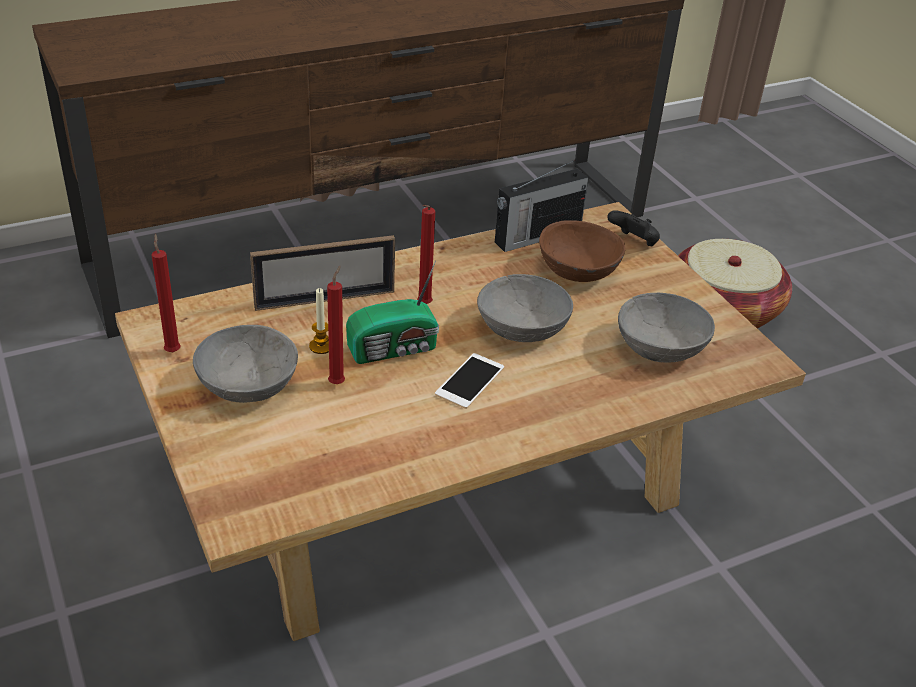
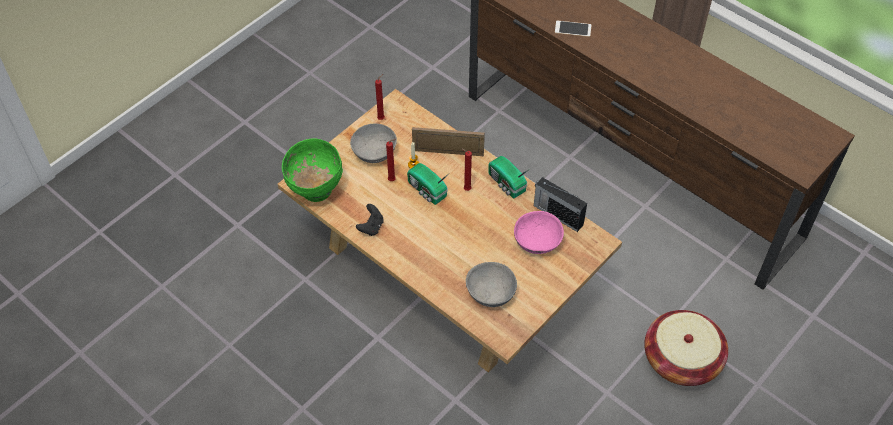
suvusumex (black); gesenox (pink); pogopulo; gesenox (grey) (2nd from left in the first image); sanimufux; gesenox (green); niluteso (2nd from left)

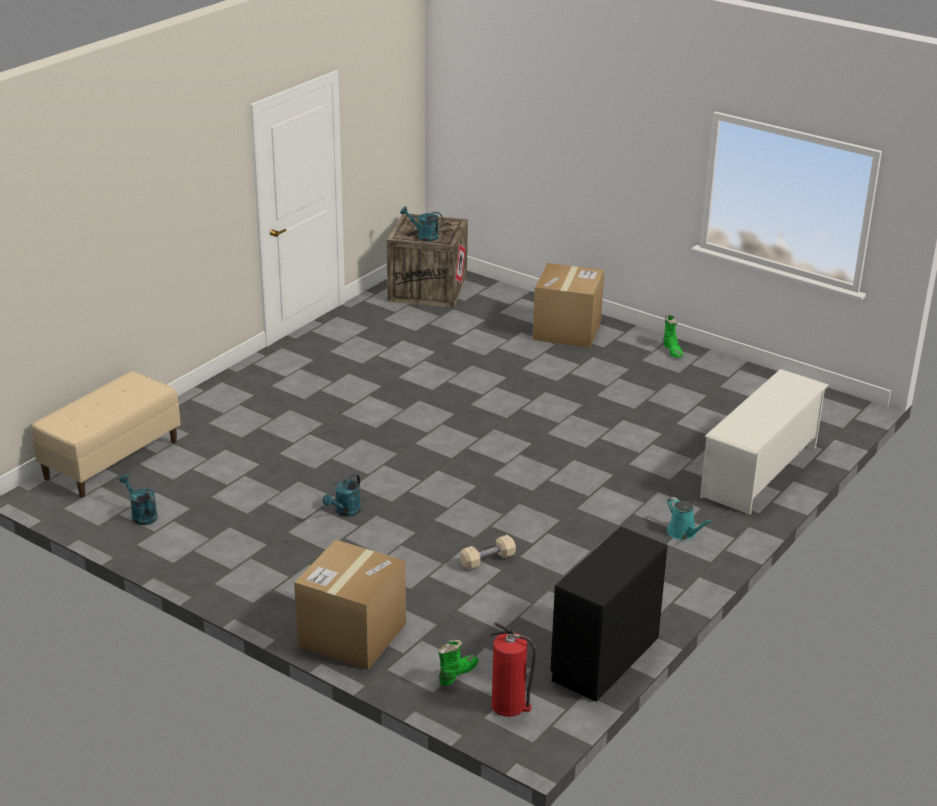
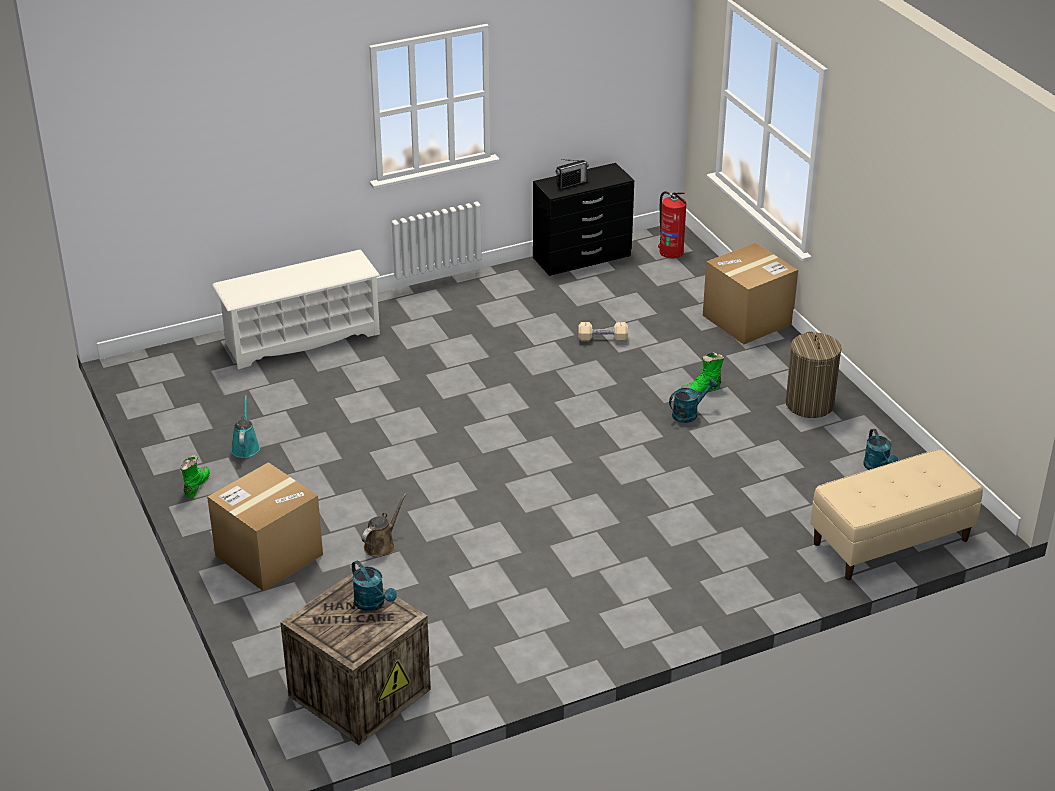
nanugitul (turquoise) (1st from left); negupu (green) (2nd from left); niluteso; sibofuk; nanugitul (brown)

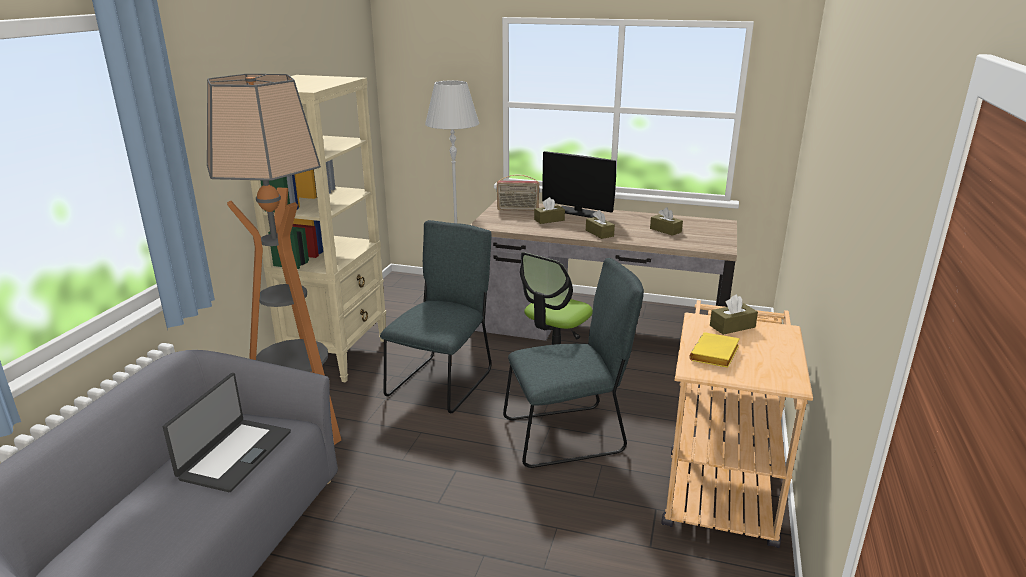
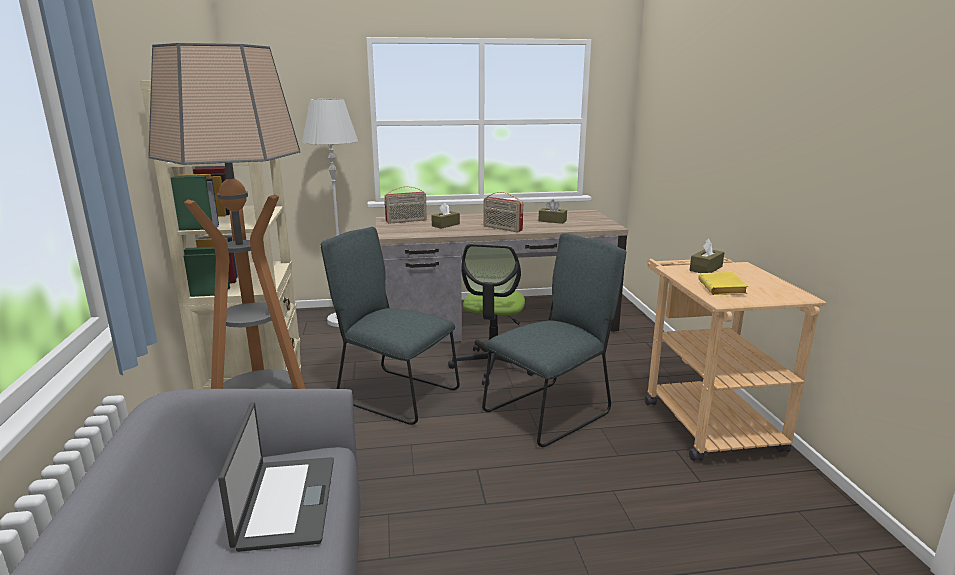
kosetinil; niluteso (2nd from left); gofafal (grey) (1st from left)

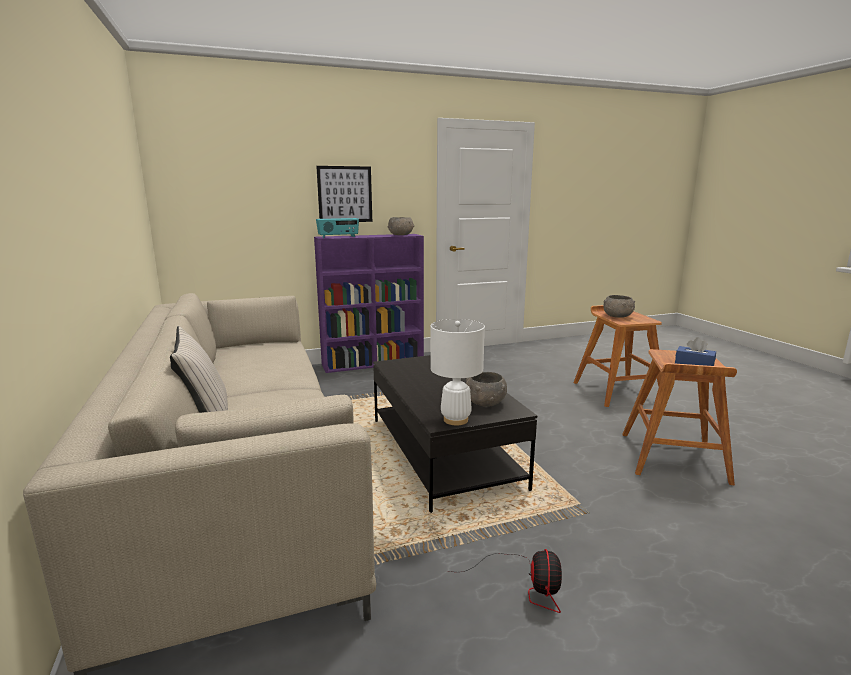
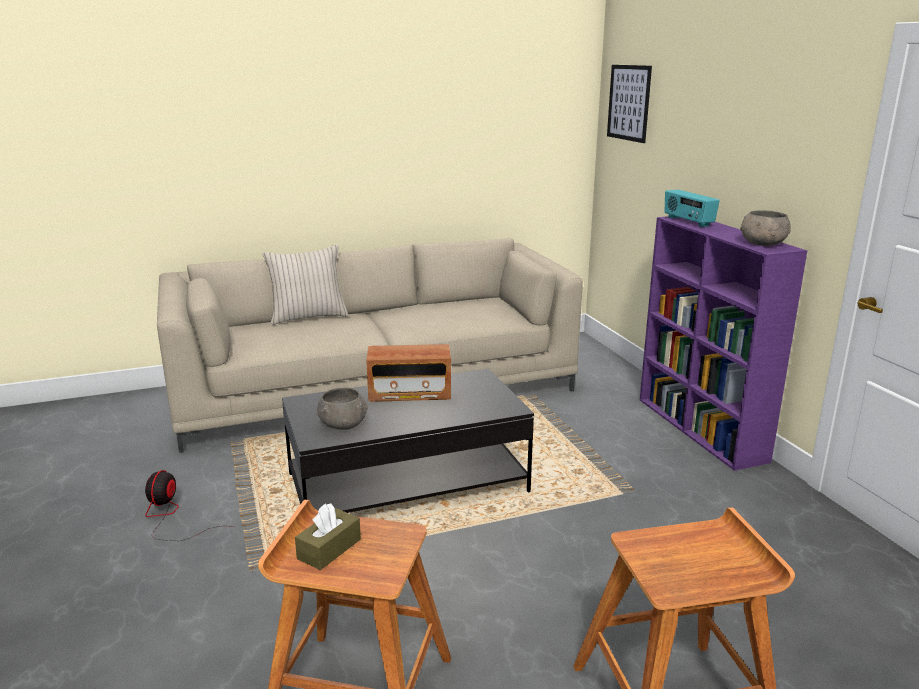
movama; gesenox (grey) (3rd from left in the first image); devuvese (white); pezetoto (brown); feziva; niluteso (1st from left)

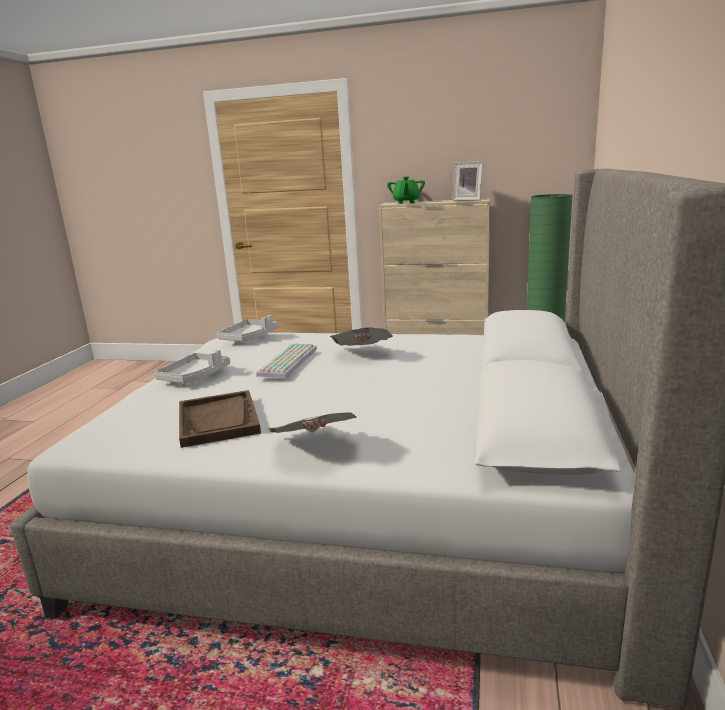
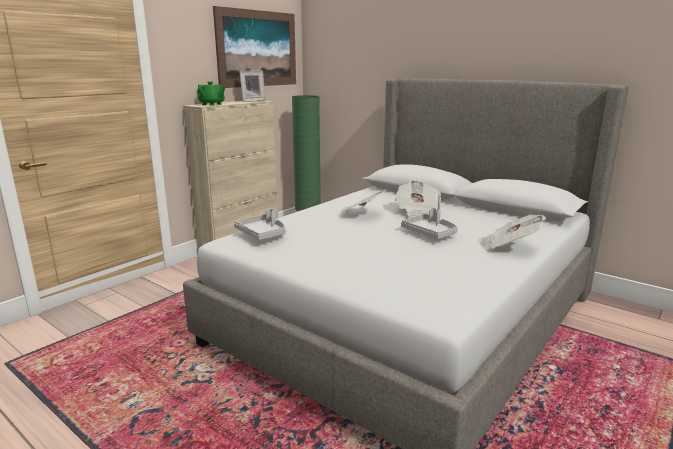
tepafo; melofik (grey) (2nd from left); melofik (brown); movama; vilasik (2nd from left)

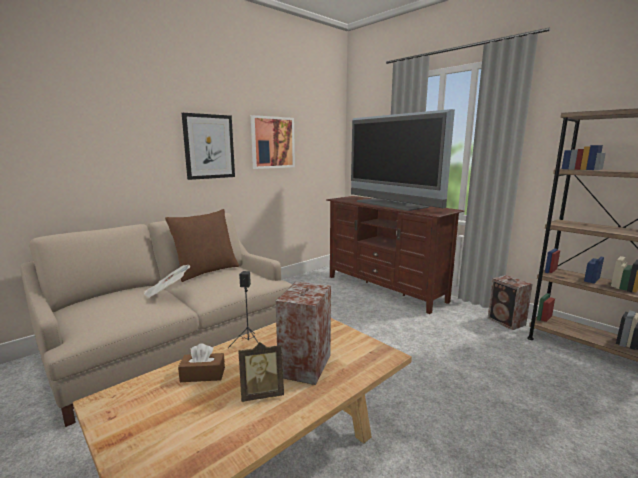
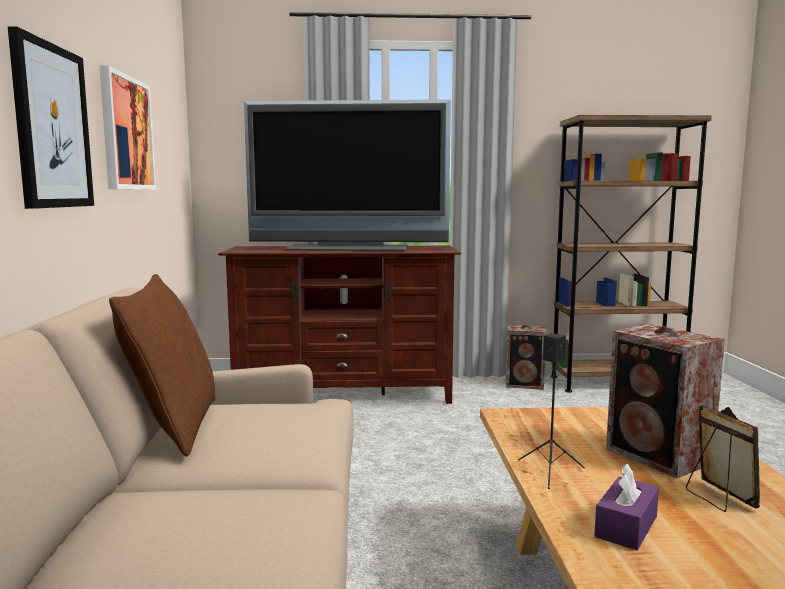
vilasik; pogopulo; pezetoto (purple)

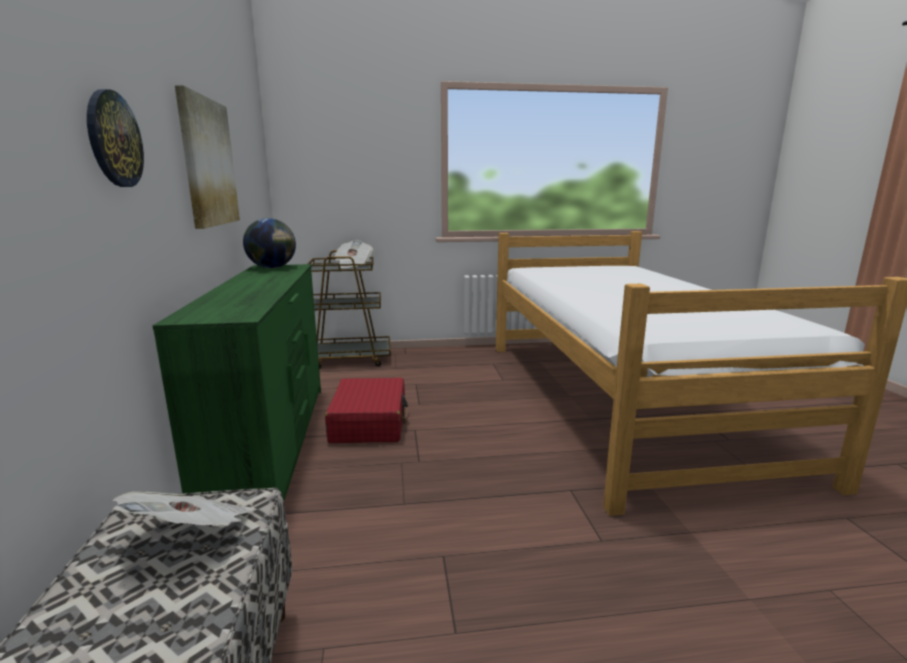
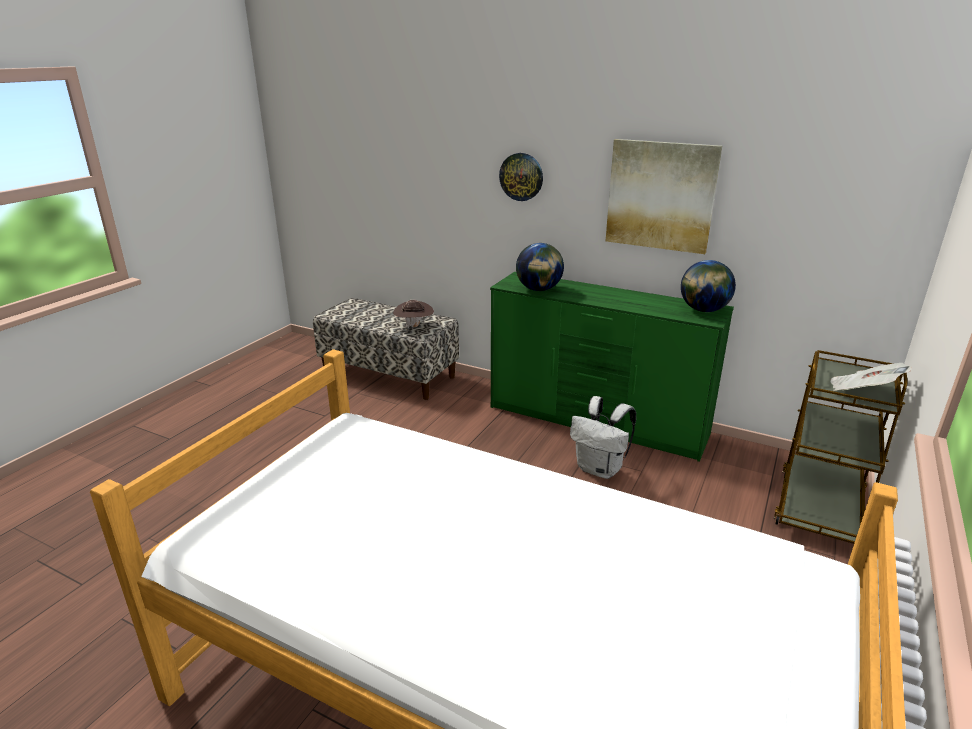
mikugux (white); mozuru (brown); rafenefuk (1st from left)

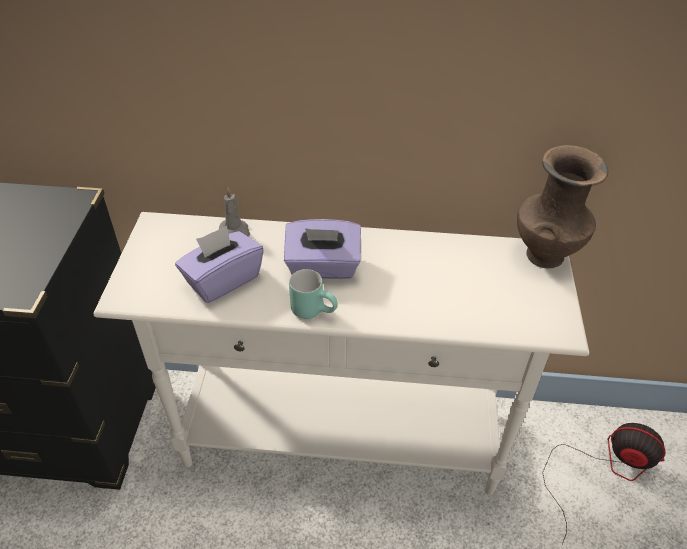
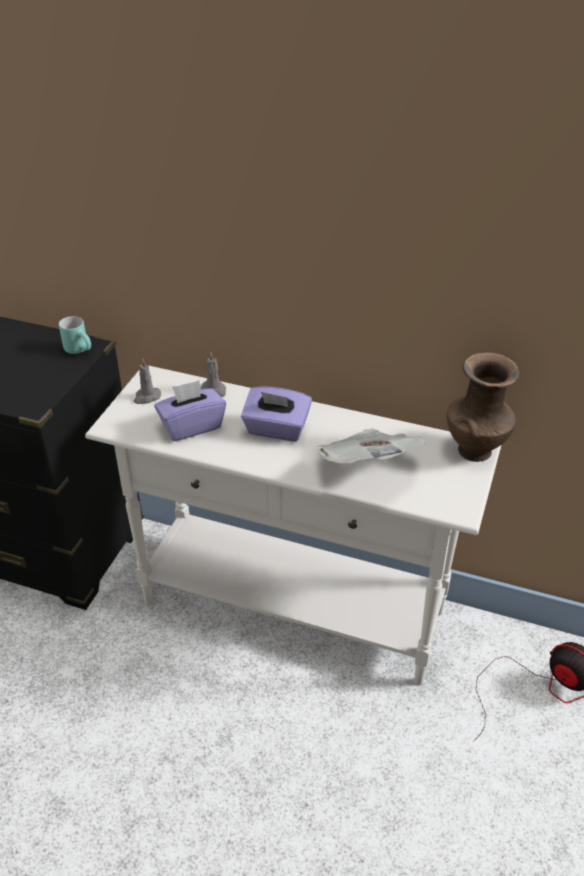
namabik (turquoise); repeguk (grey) (1st from left); vilasik

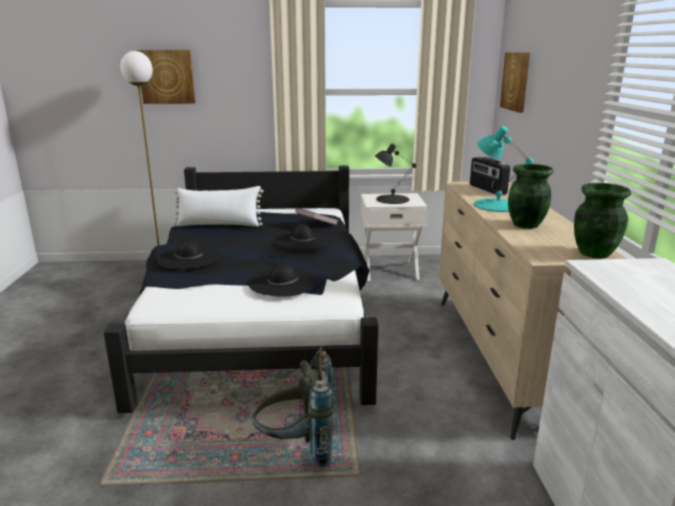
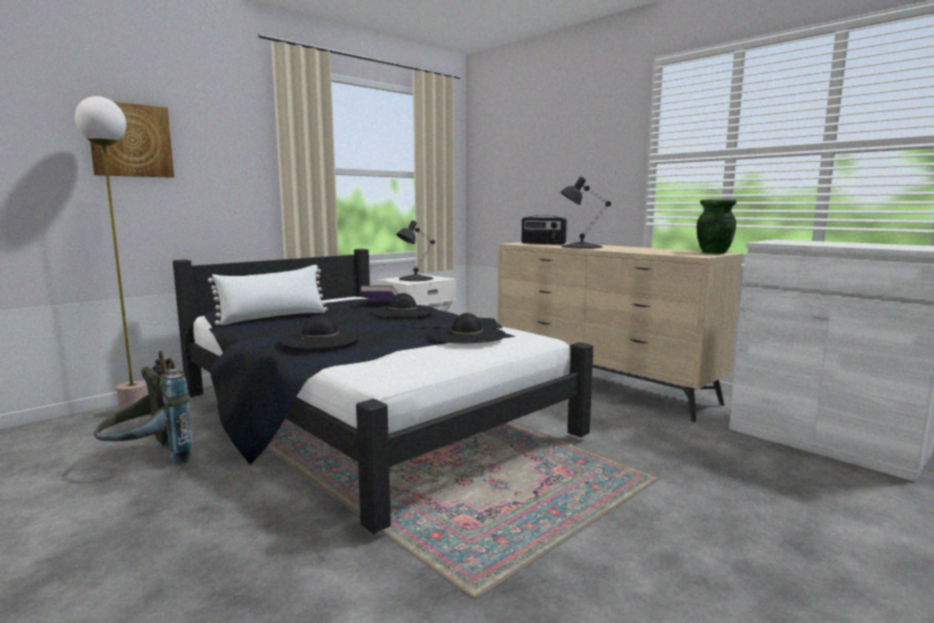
movama (2nd from left in the first image); devuvese (black) (2nd from left); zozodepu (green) (1st from left in the first image); mikugux (grey)

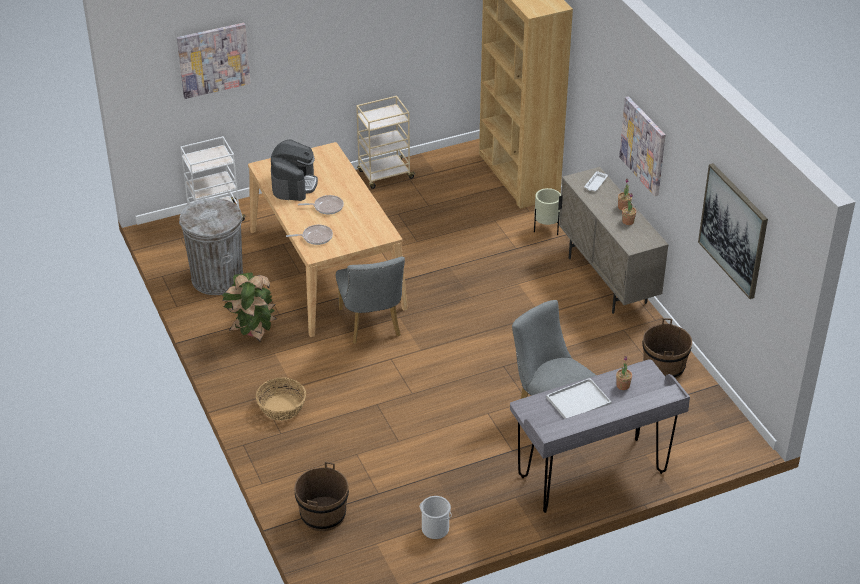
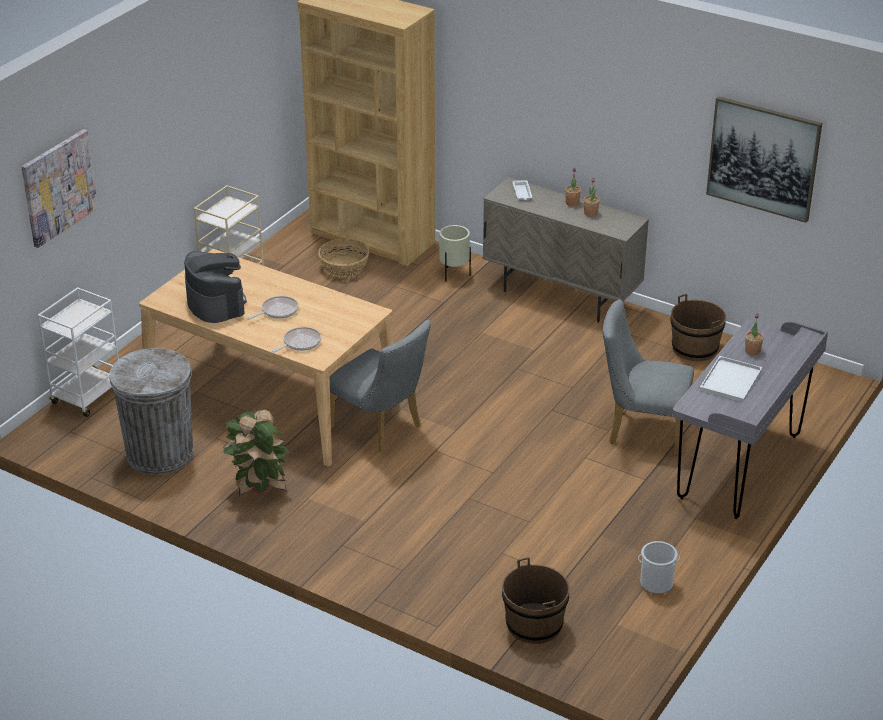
movama (2nd from left in the first image); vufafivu

